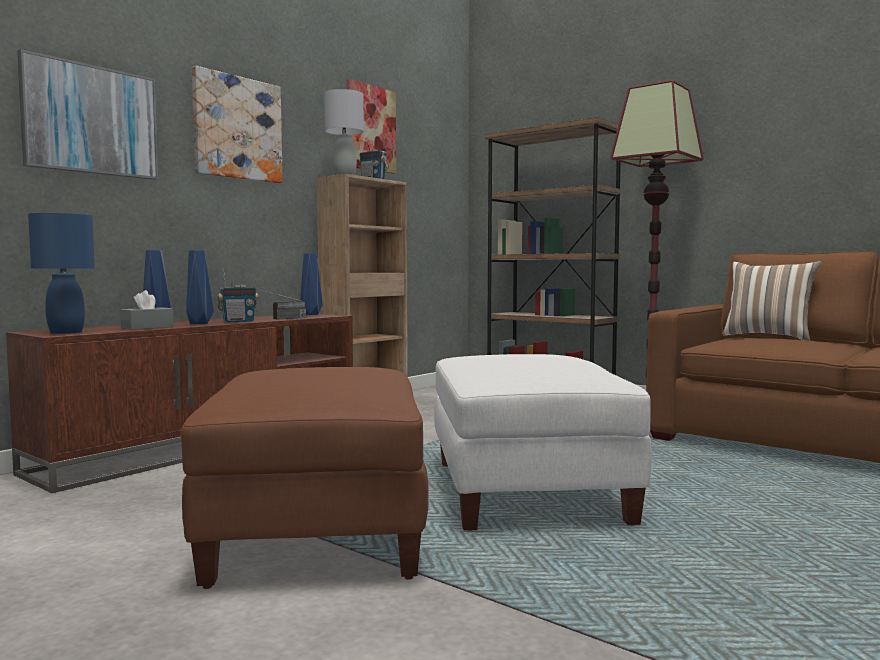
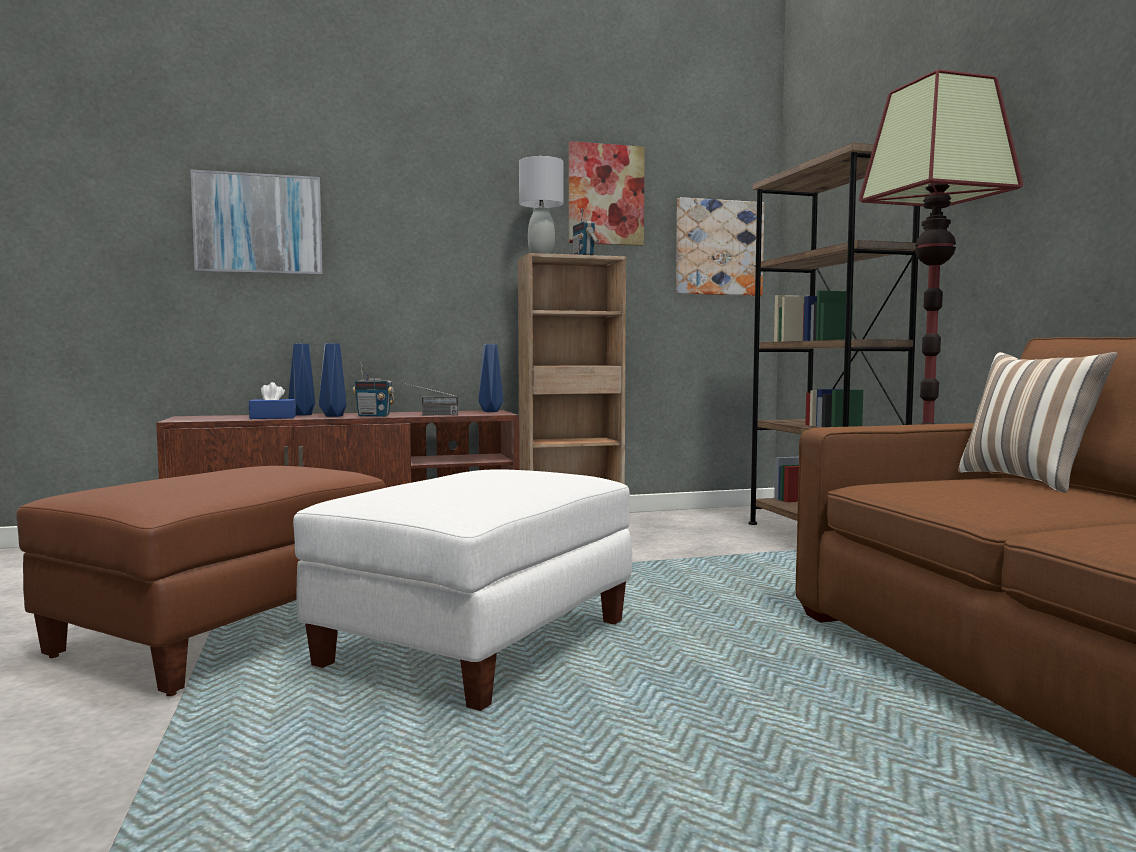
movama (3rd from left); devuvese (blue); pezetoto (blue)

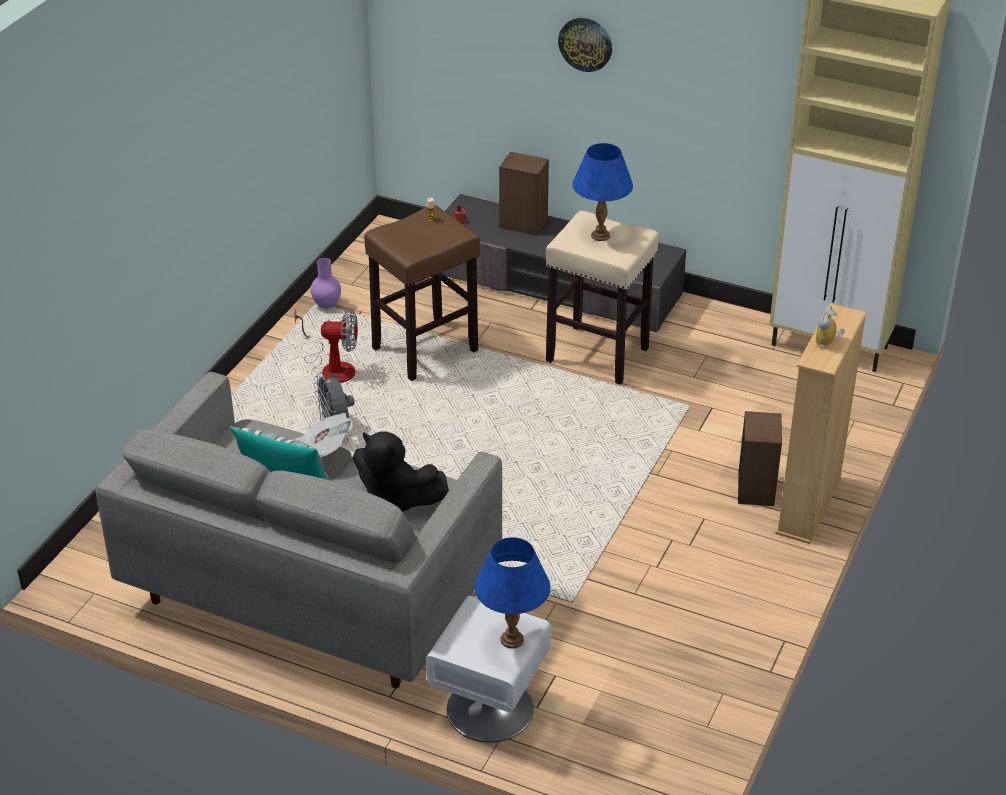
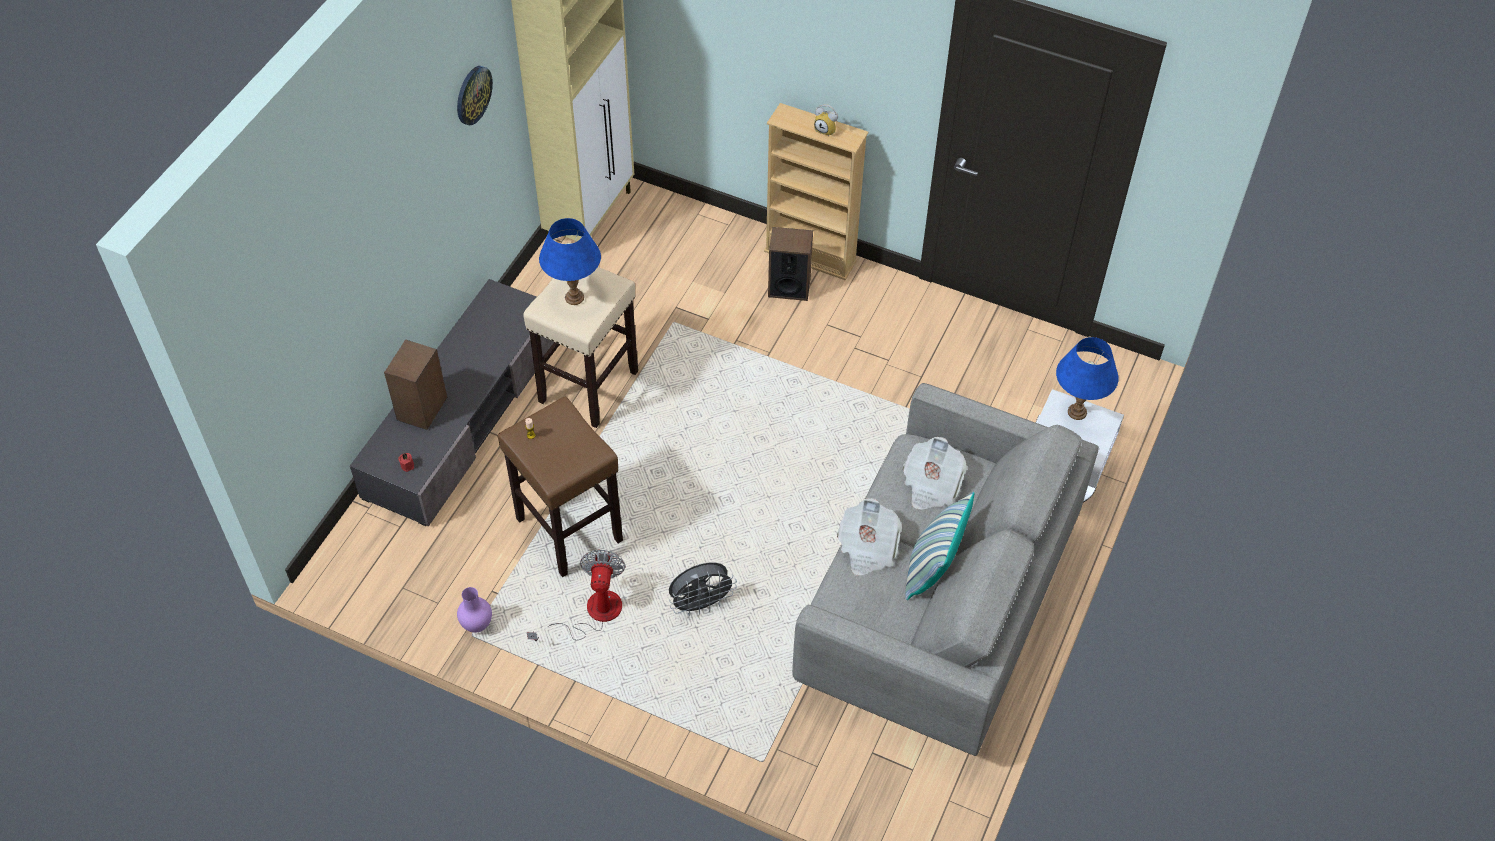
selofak; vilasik (2nd from left)

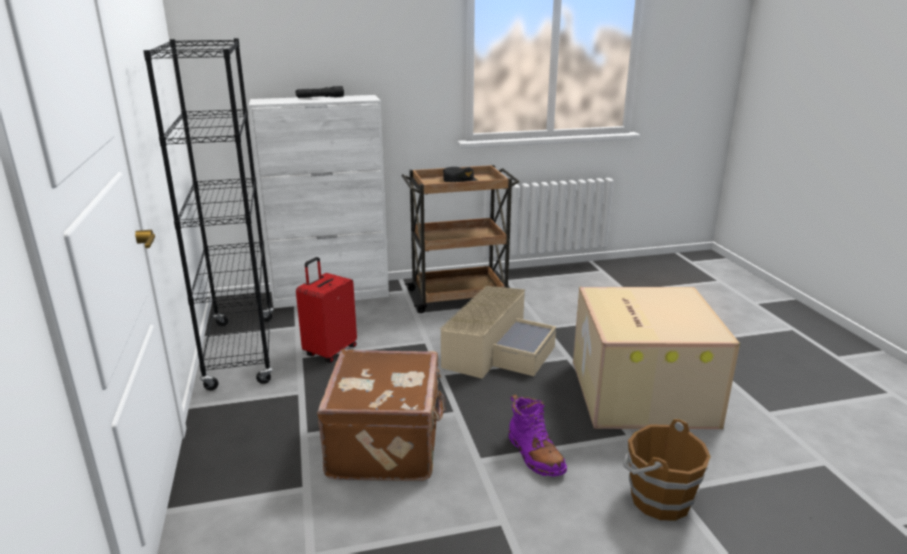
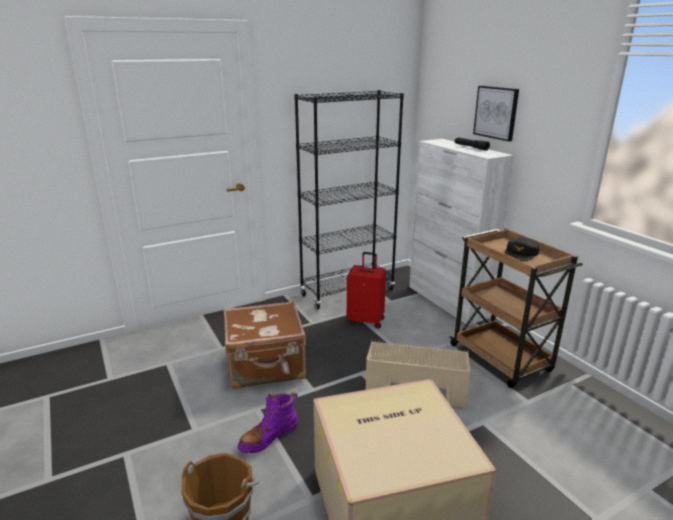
movama

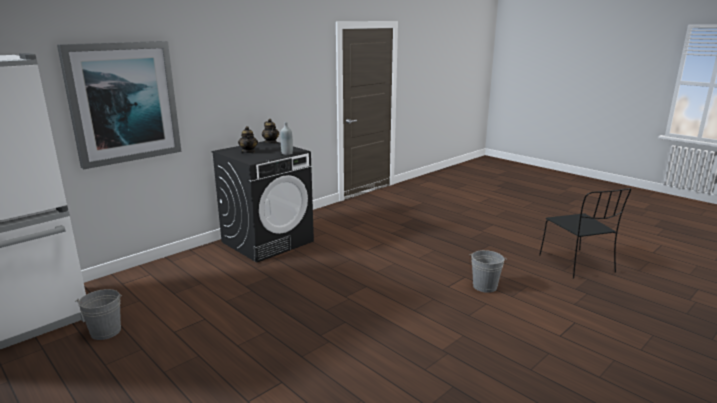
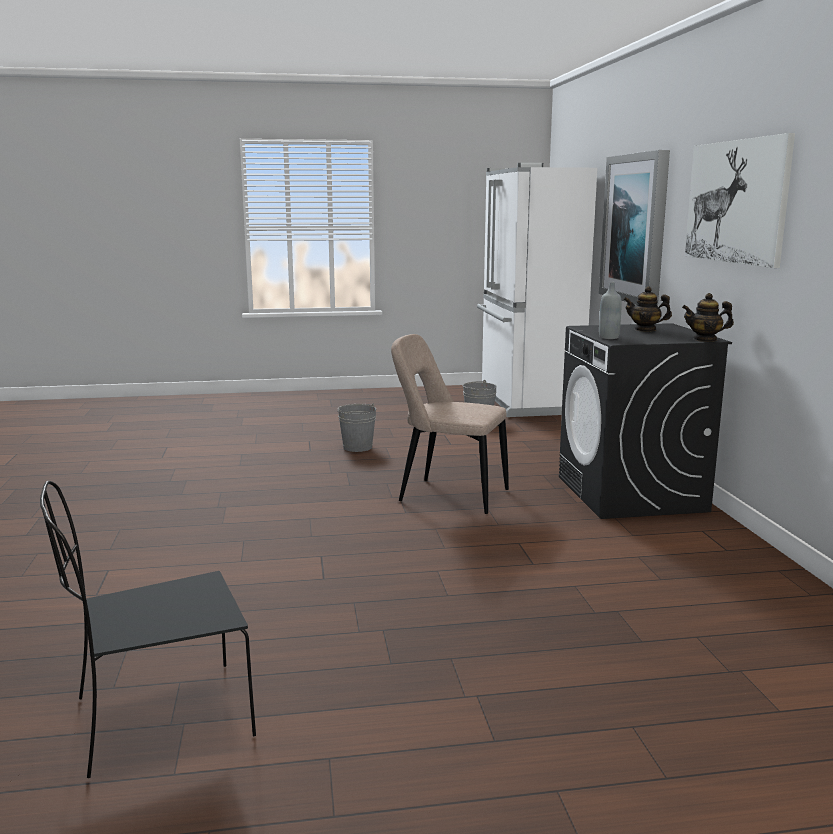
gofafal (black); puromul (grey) (1st from left); movama (2nd from left); gofafal (beige)

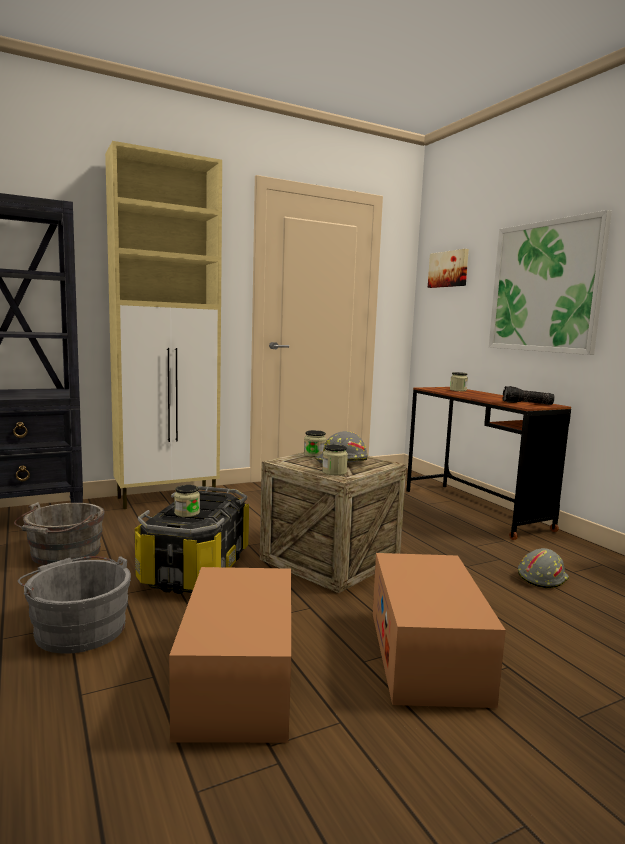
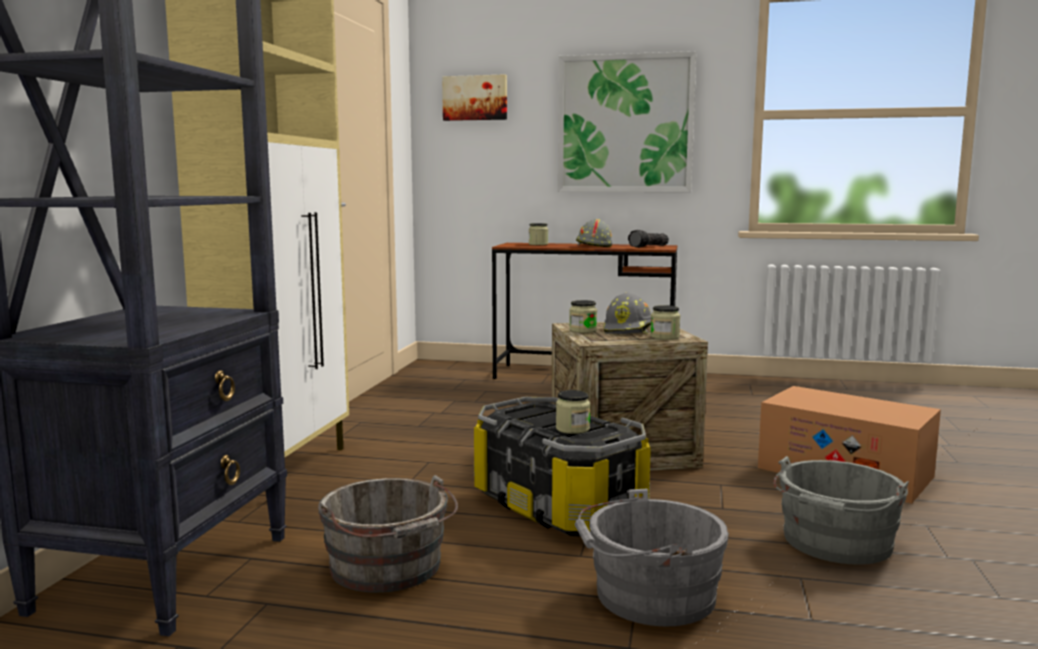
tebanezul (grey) (1st from left); puromul (grey) (3rd from left)

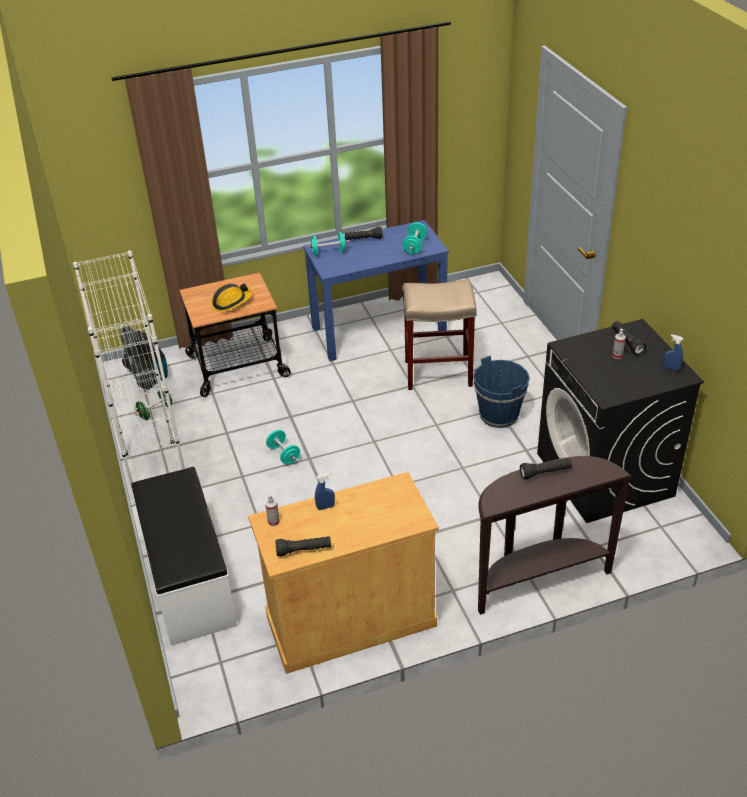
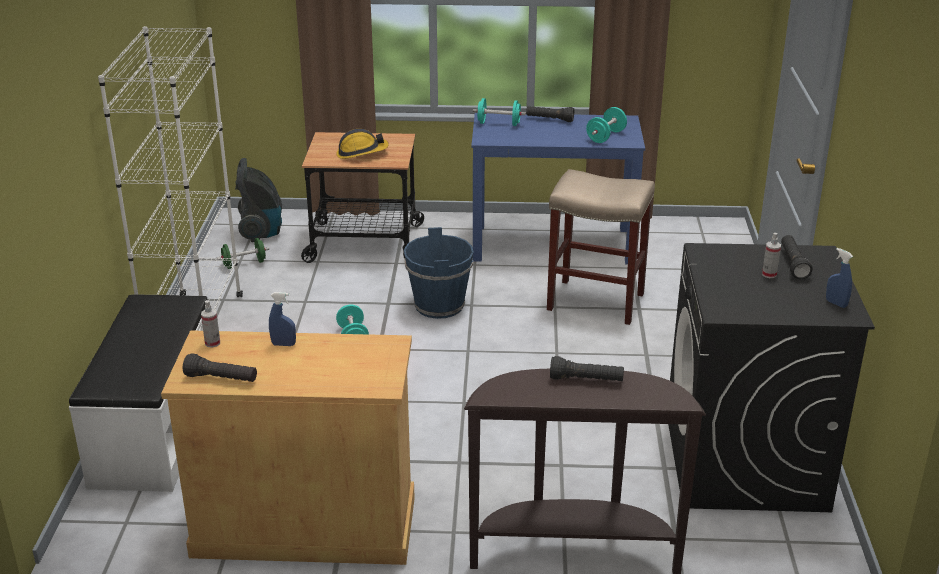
puromul (blue)

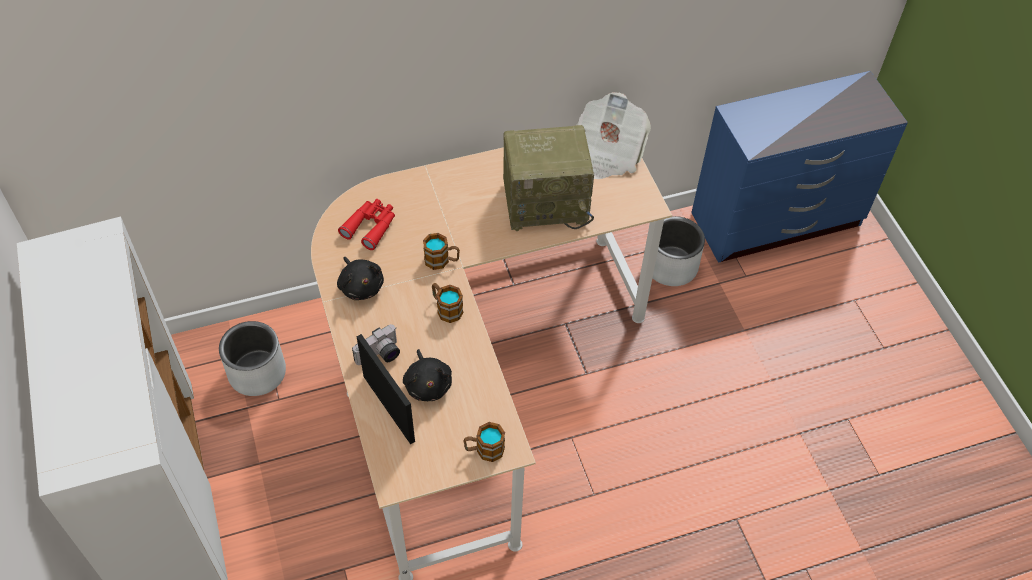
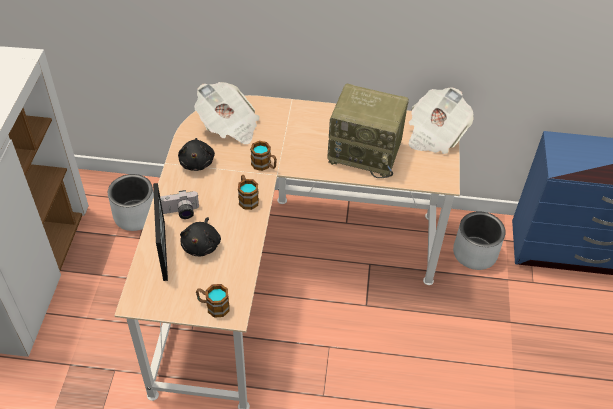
vilasik (1st from left)

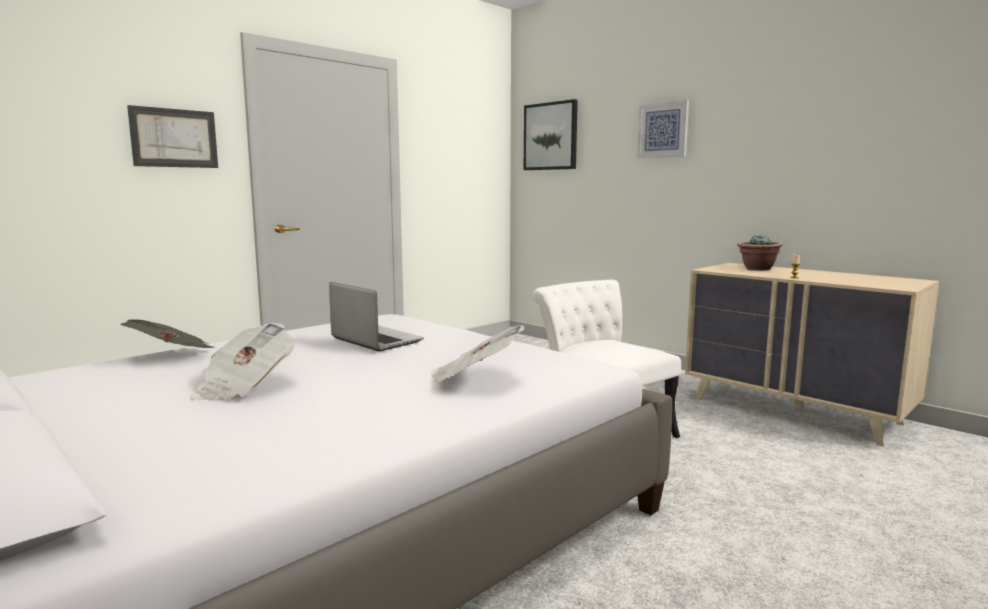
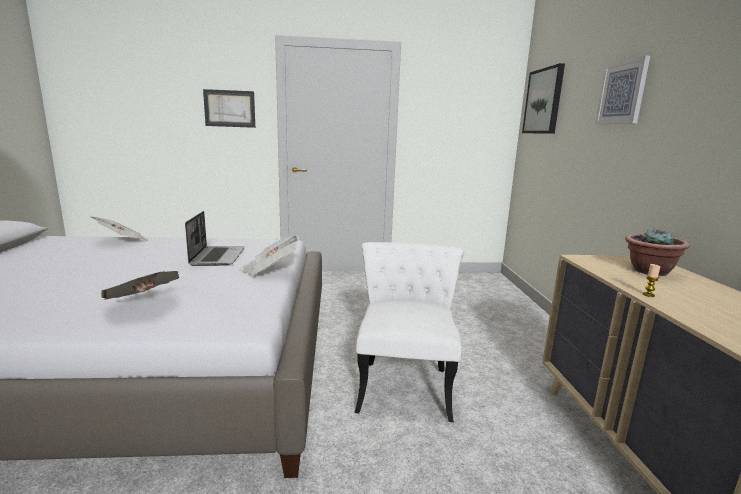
vilasik (3rd from left)

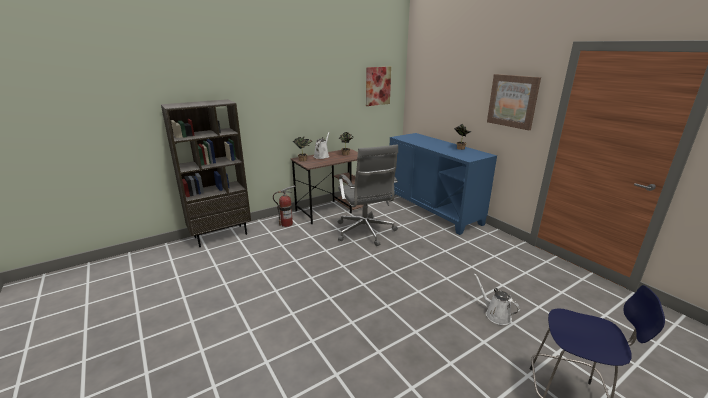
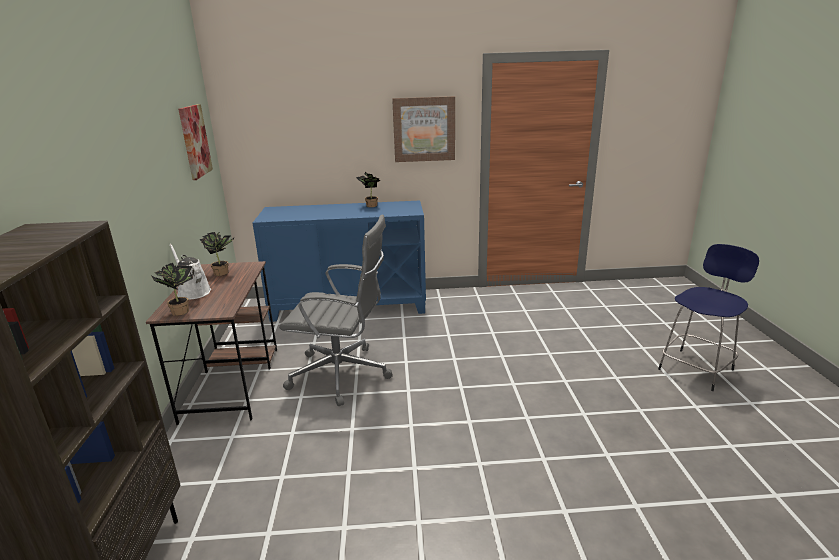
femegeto; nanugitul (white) (2nd from left in the first image)

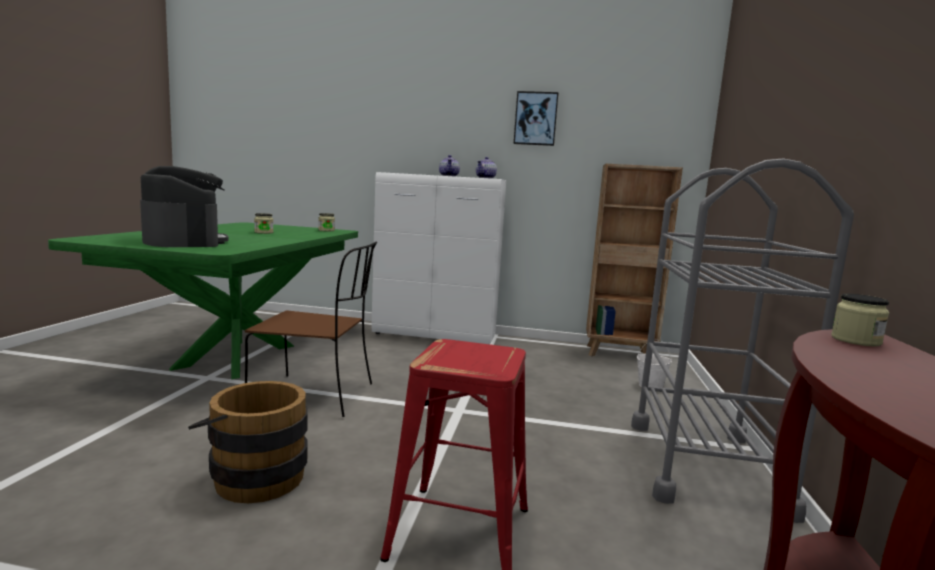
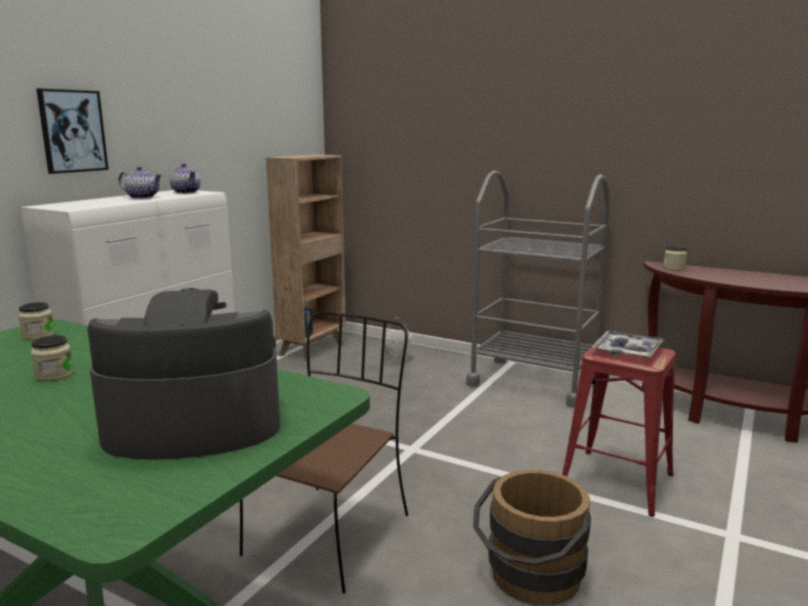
movama; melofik

